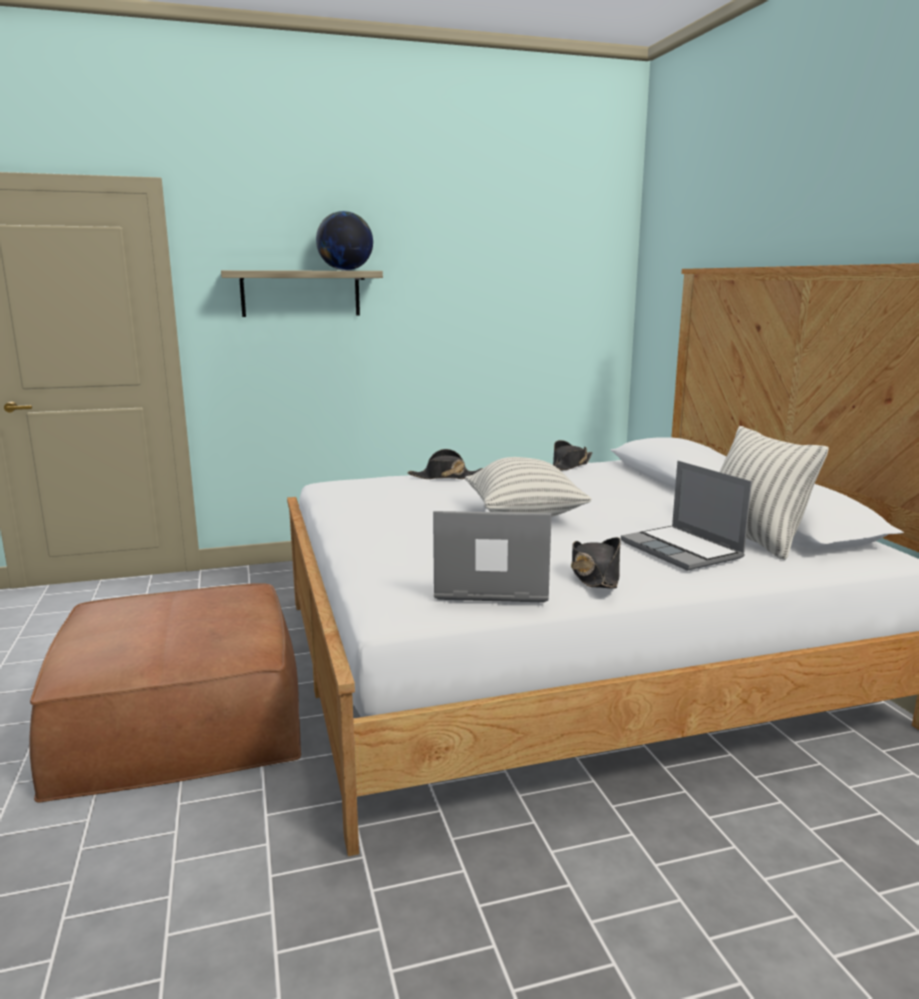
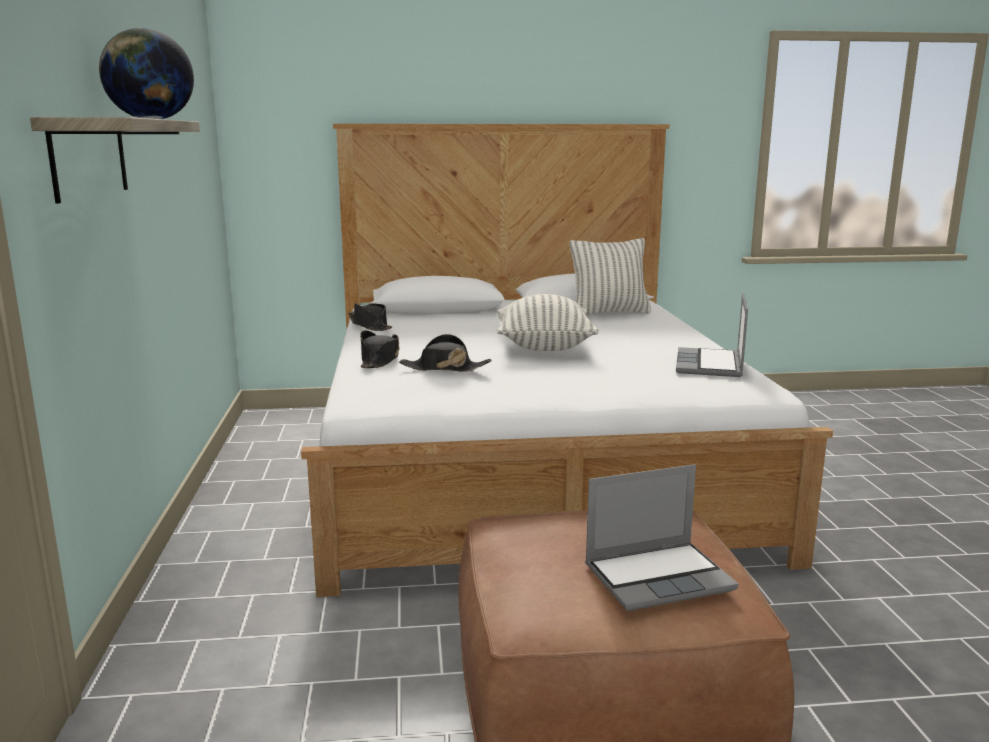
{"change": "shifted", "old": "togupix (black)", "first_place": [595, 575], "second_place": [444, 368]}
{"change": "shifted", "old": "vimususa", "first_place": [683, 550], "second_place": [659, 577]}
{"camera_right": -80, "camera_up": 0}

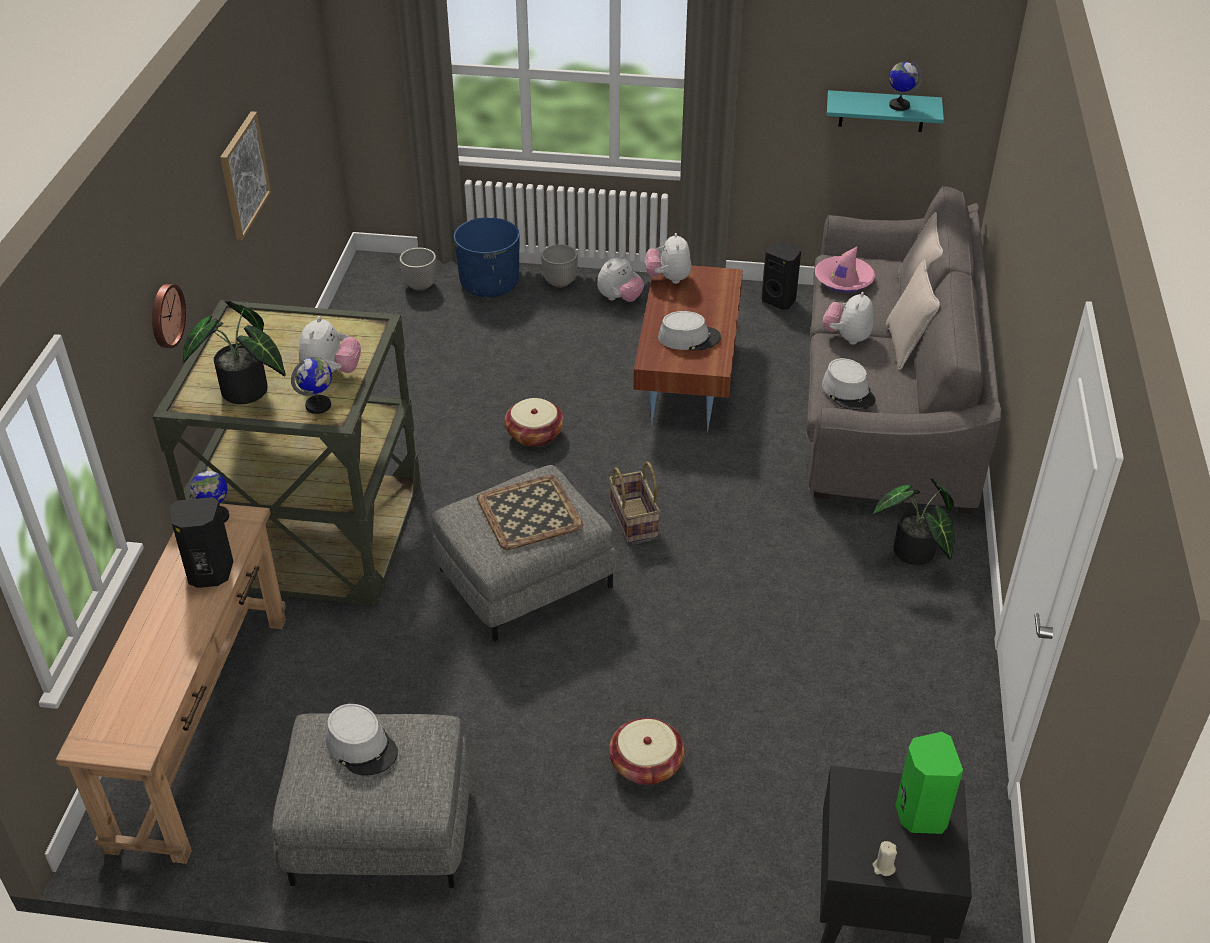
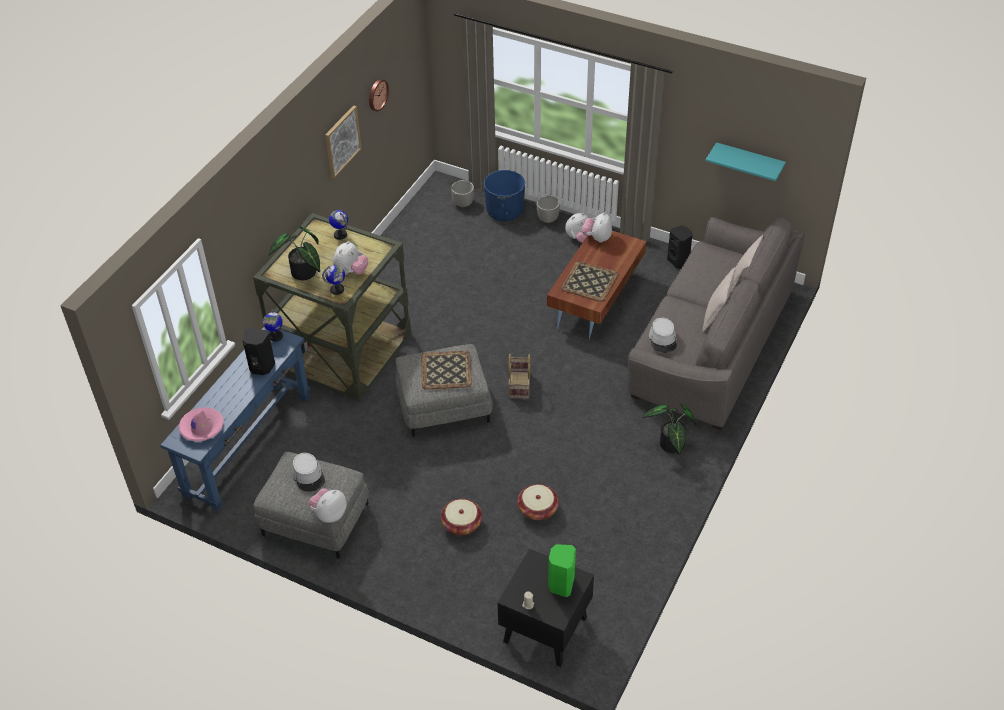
{"change": "repainted", "old": "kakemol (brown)", "new": "kakemol (blue)", "first_place": [202, 727], "second_place": [248, 444]}
{"change": "shifted", "old": "togupix (pink)", "first_place": [843, 280], "second_place": [202, 428]}
{"change": "shifted", "old": "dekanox", "first_place": [847, 337], "second_place": [329, 514]}
{"change": "shifted", "old": "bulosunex", "first_place": [899, 105], "second_place": [340, 235]}
{"change": "shifted", "old": "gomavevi", "first_place": [165, 315], "second_place": [377, 94]}
{"change": "shifted", "old": "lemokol", "first_place": [534, 434], "second_place": [537, 509]}
{"change": "swapped", "old": "togupix (grey)", "new": "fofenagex", "first_place": [689, 338], "second_place": [589, 281]}
{"camera_right": 20, "camera_up": 5}

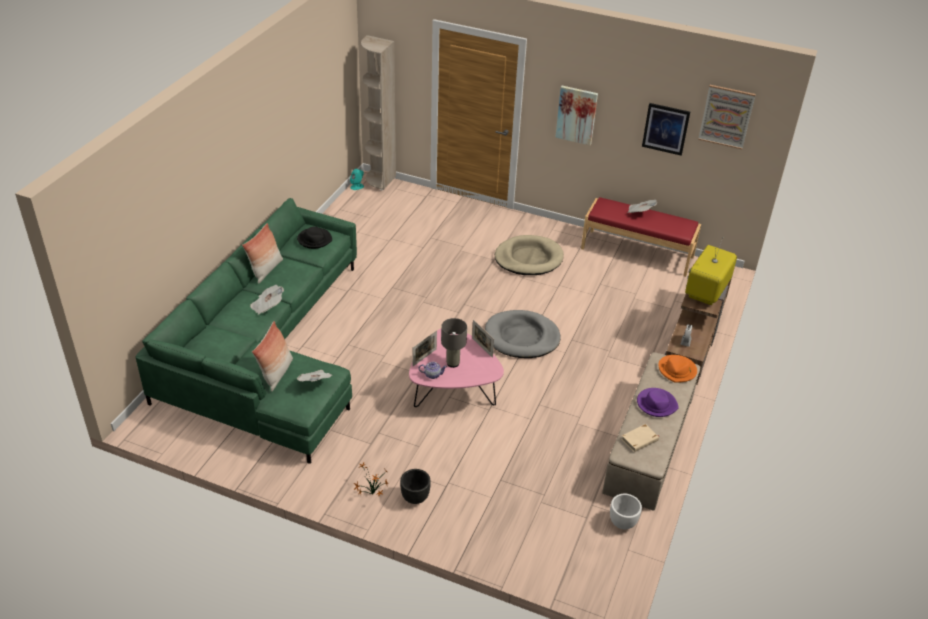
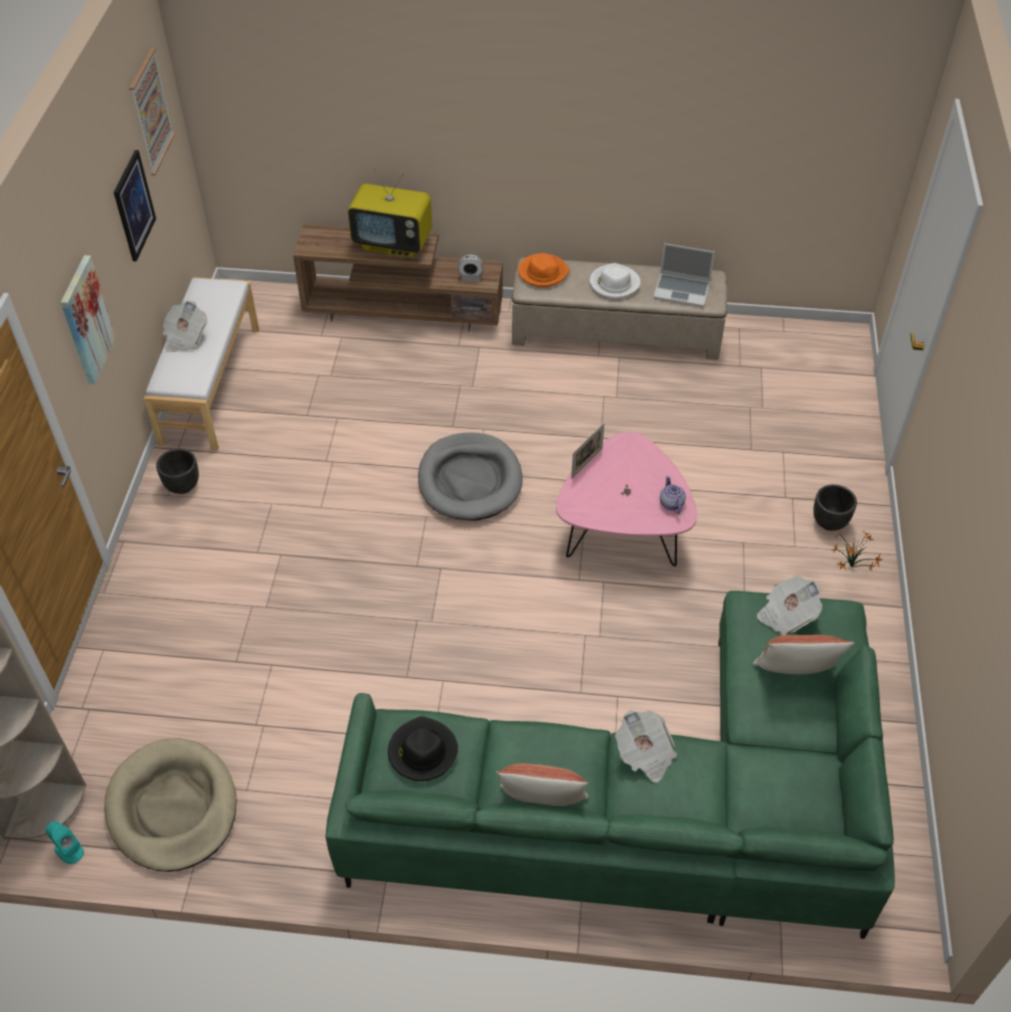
{"change": "shifted", "old": "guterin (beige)", "first_place": [528, 258], "second_place": [172, 808]}
{"change": "repainted", "old": "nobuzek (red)", "new": "nobuzek (white)", "first_place": [637, 252], "second_place": [209, 385]}
{"change": "new", "new": "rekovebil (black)", "second_place": [182, 486]}
{"change": "repainted", "old": "togupix (purple)", "new": "togupix (white)", "first_place": [656, 404], "second_place": [614, 284]}
{"change": "swapped", "old": "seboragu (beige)", "new": "vimususa", "first_place": [640, 440], "second_place": [682, 290]}
{"change": "gone", "old": "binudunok", "first_place": [424, 357]}
{"change": "gone", "old": "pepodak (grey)", "first_place": [453, 363]}
{"change": "gone", "old": "rekovebil (white)", "first_place": [622, 523]}
{"camera_right": -105, "camera_up": 10}

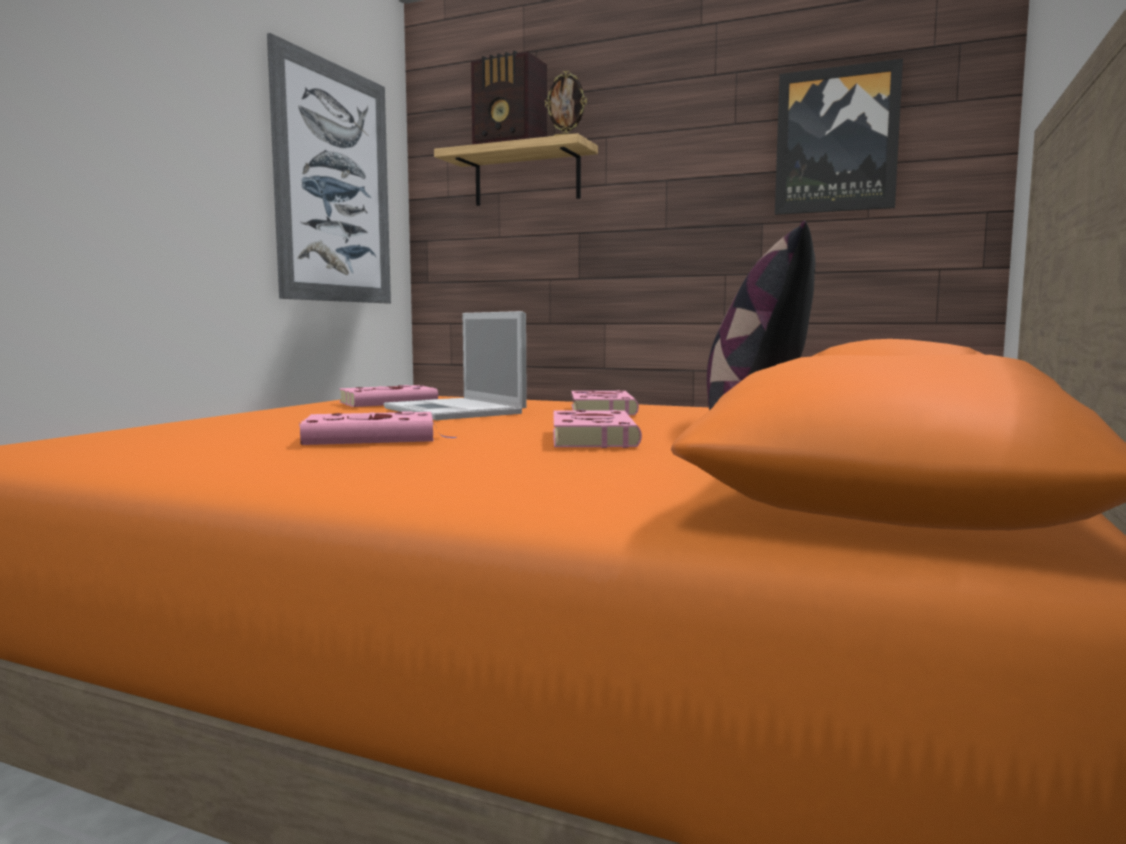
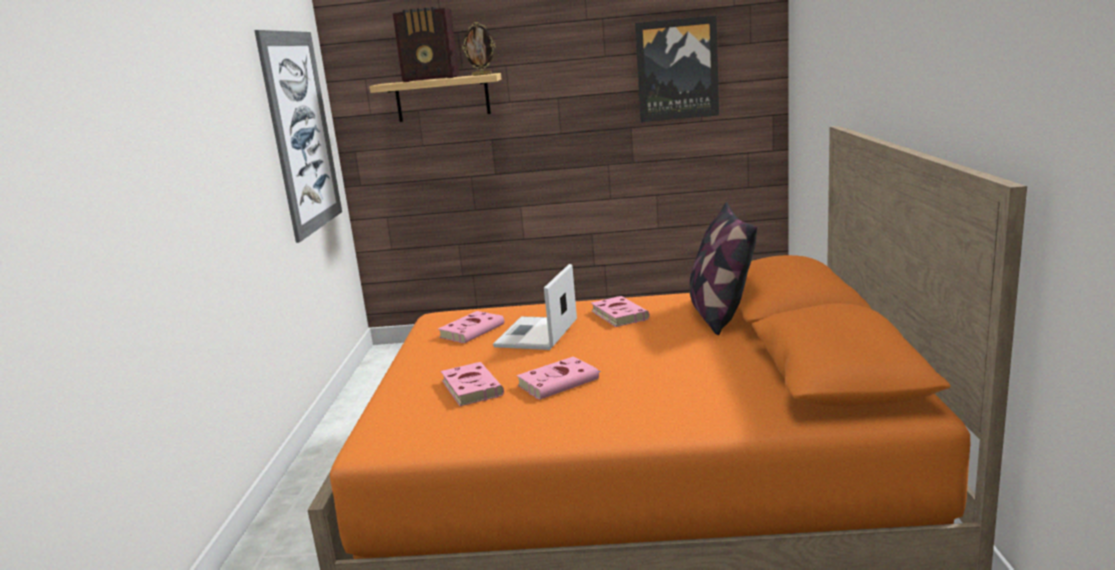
{"change": "shifted", "old": "seboragu (pink)", "first_place": [592, 438], "second_place": [470, 387]}
{"change": "rotated", "old": "vimususa", "first_place": [455, 411], "second_place": [536, 334], "degrees": 75}
{"camera_right": -20, "camera_up": 10}

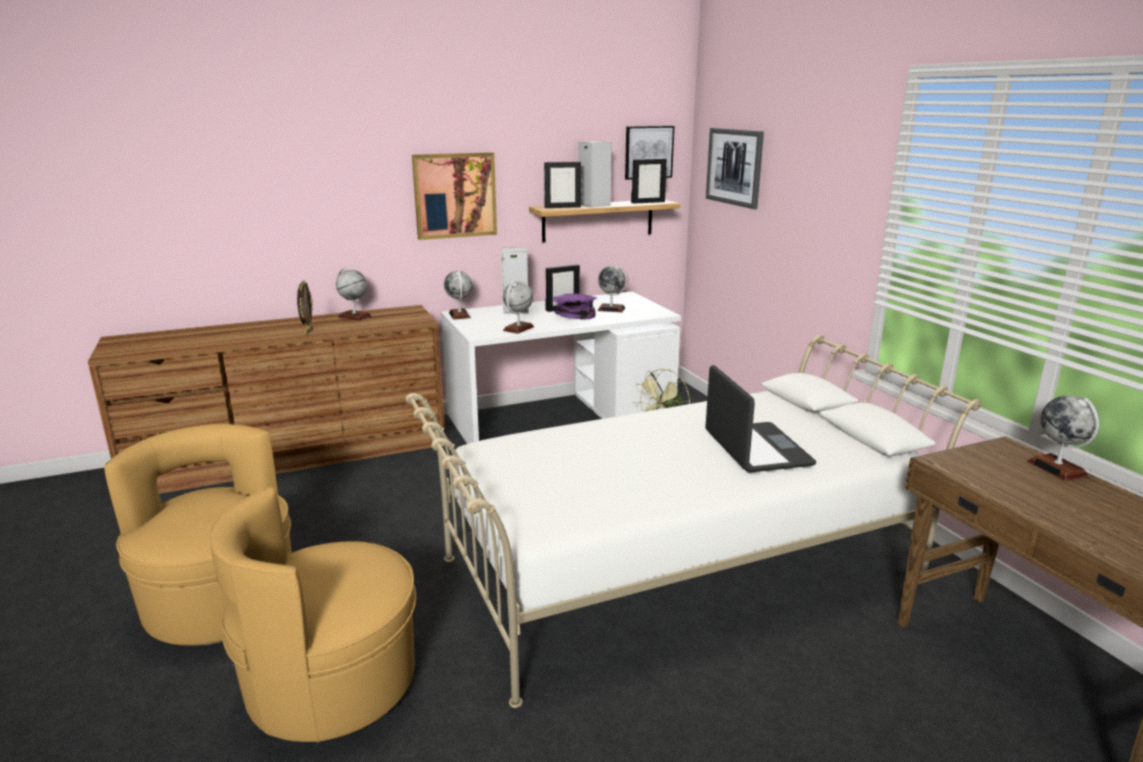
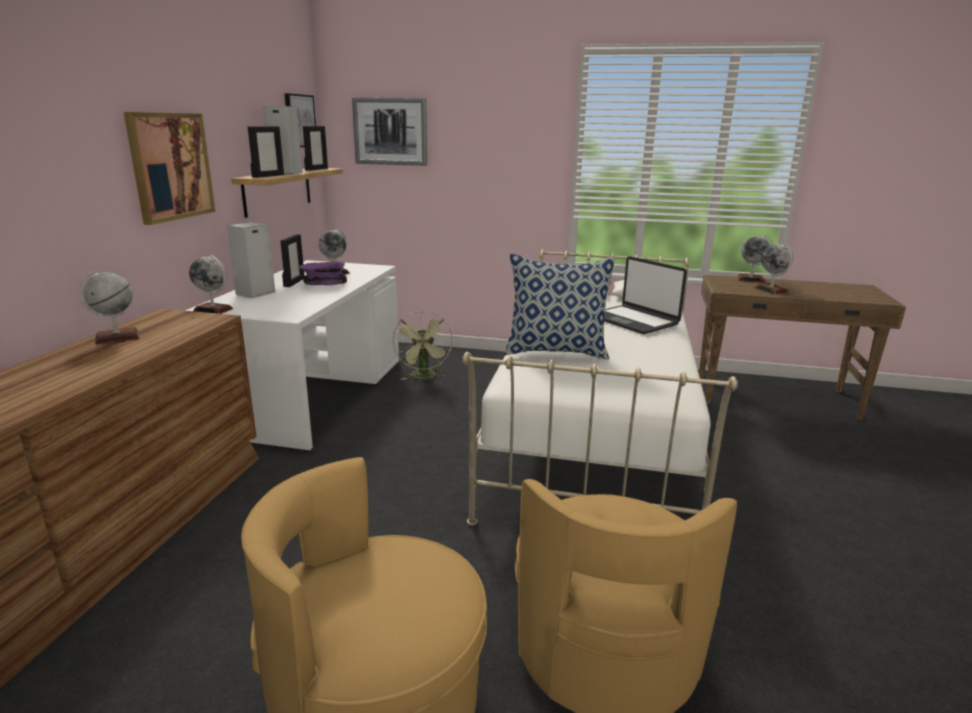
{"change": "new", "new": "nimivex", "second_place": [556, 351]}
{"change": "rotated", "old": "vimususa", "first_place": [756, 449], "second_place": [634, 320], "degrees": -150}
{"change": "shifted", "old": "bulosunex", "first_place": [518, 328], "second_place": [771, 290]}
{"change": "gone", "old": "binudunok", "first_place": [308, 332]}
{"camera_right": -55, "camera_up": 0}

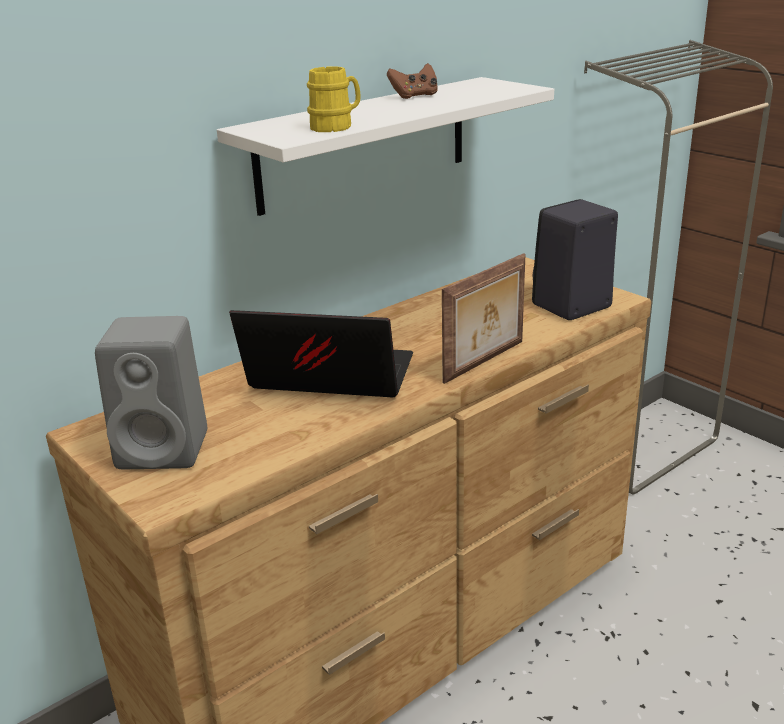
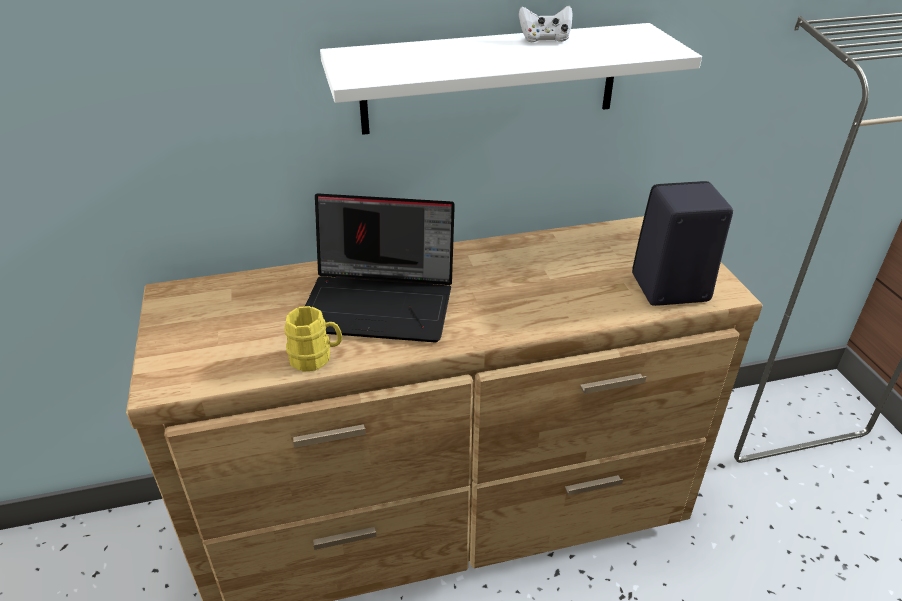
{"change": "shifted", "old": "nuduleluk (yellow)", "first_place": [336, 126], "second_place": [316, 358]}
{"change": "rotated", "old": "vimususa", "first_place": [327, 379], "second_place": [381, 302], "degrees": 150}
{"change": "repainted", "old": "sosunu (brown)", "new": "sosunu (white)", "first_place": [414, 96], "second_place": [545, 39]}
{"change": "gone", "old": "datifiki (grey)", "first_place": [166, 449]}
{"change": "gone", "old": "binudunok", "first_place": [485, 362]}
{"camera_right": 25, "camera_up": 10}

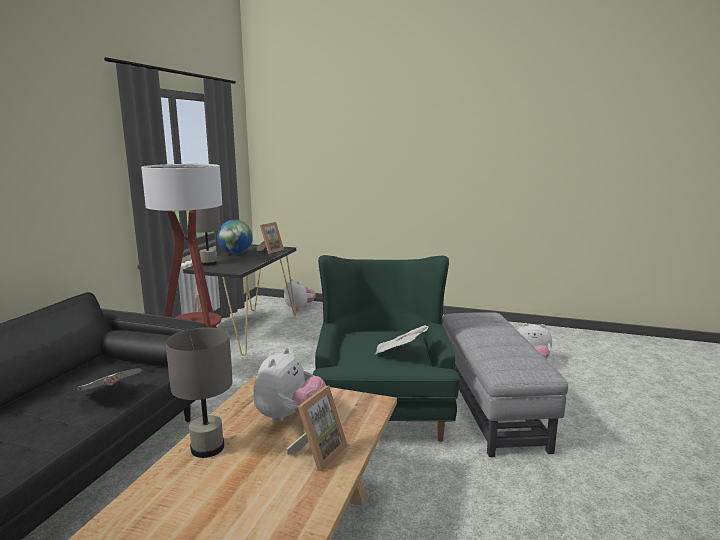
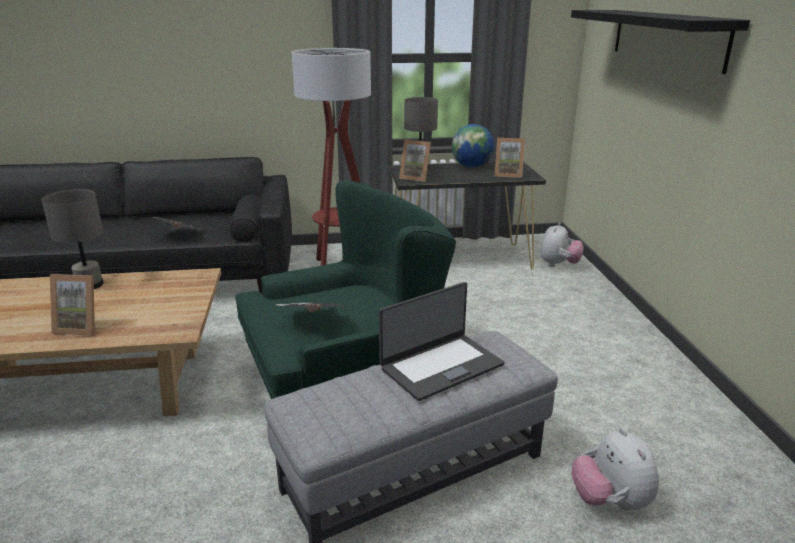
{"change": "new", "new": "vimususa", "second_place": [440, 366]}
{"change": "new", "new": "binudunok", "second_place": [416, 178]}
{"change": "new", "new": "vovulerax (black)", "second_place": [666, 37]}
{"change": "gone", "old": "dekanox", "first_place": [289, 417]}
{"camera_right": 65, "camera_up": 10}

